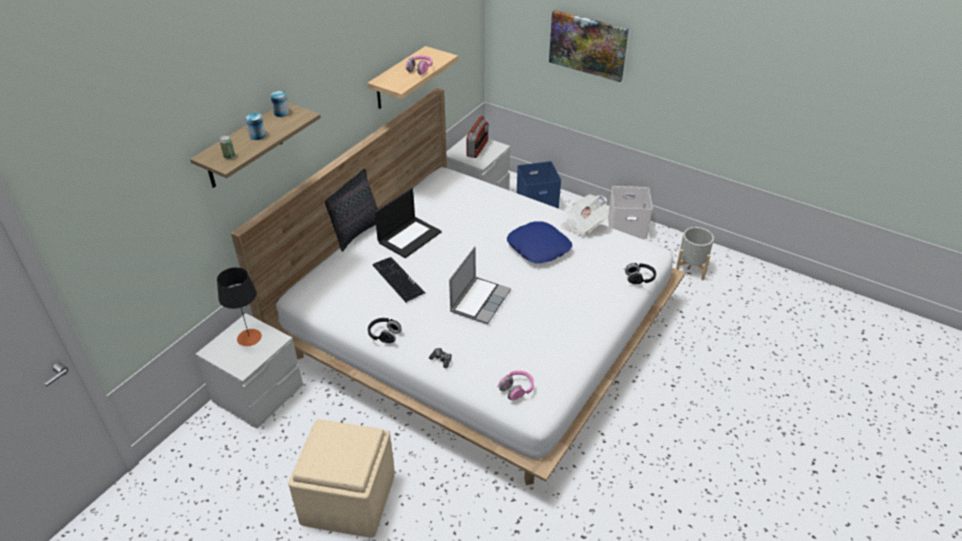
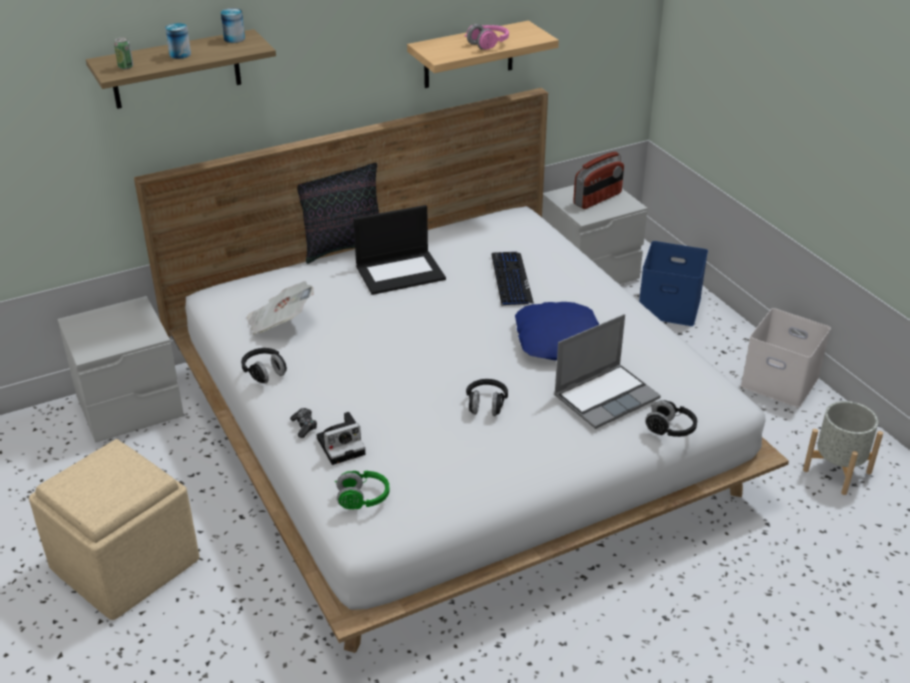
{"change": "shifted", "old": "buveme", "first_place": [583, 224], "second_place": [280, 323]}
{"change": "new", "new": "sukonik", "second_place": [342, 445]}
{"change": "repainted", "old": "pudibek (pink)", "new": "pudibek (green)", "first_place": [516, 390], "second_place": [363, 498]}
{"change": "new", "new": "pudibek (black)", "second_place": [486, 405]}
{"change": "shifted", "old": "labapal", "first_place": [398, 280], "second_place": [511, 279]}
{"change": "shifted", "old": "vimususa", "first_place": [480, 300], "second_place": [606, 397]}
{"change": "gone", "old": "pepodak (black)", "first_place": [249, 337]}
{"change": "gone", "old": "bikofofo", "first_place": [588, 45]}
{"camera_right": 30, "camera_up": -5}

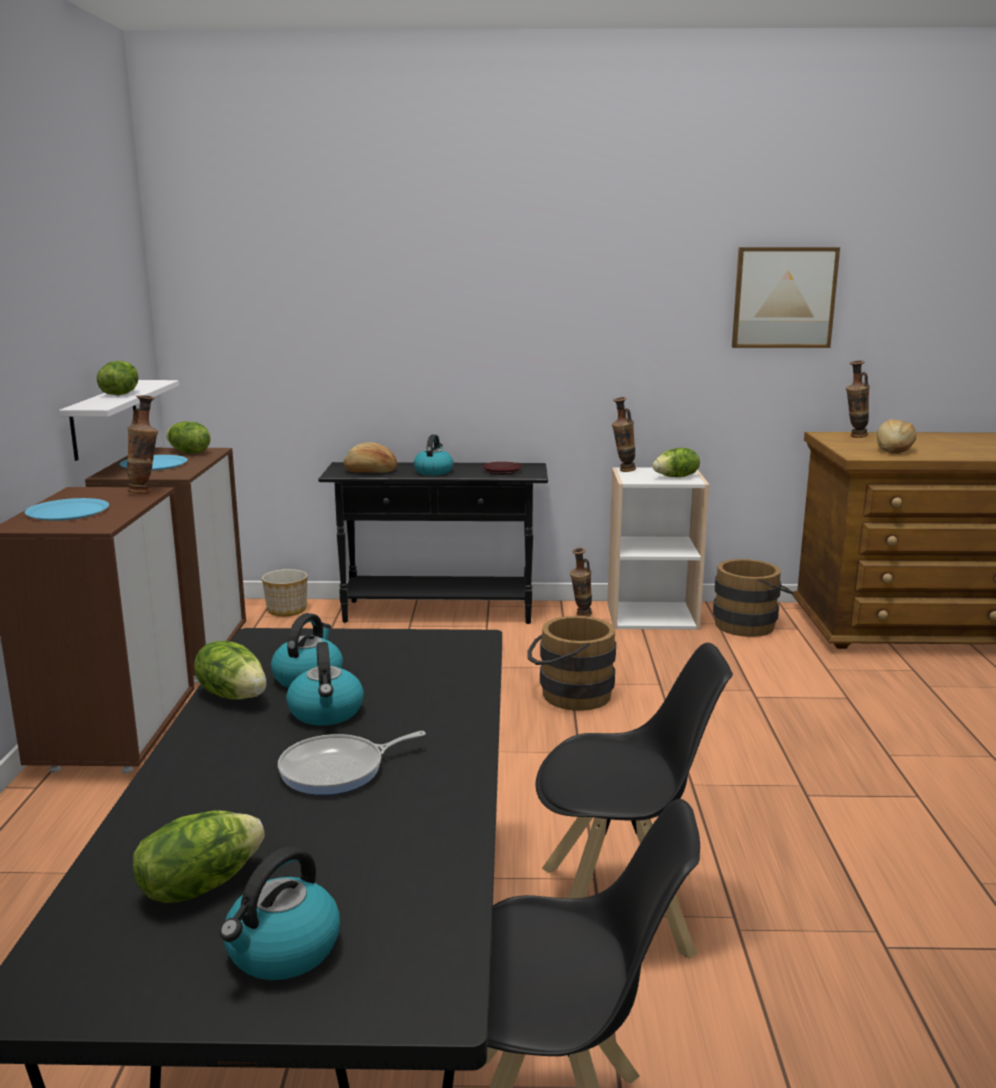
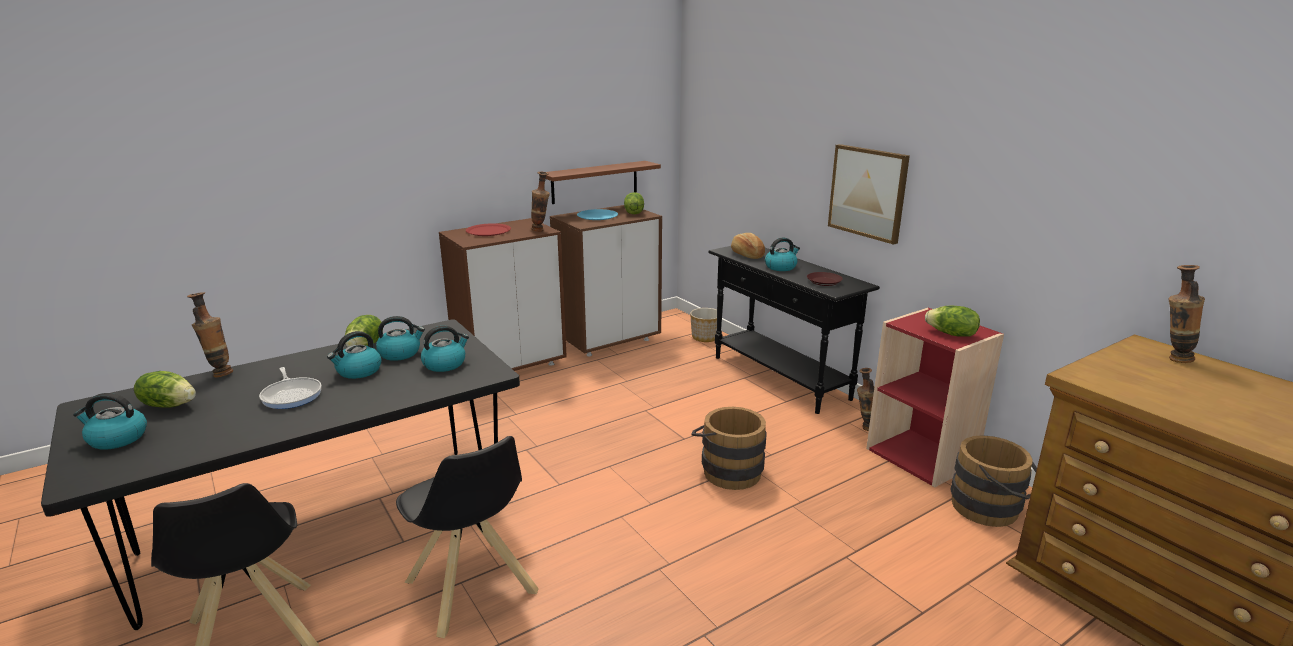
{"change": "shifted", "old": "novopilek", "first_place": [622, 471], "second_place": [220, 373]}
{"change": "rotated", "old": "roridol", "first_place": [338, 770], "second_place": [292, 395], "degrees": -150}
{"change": "new", "new": "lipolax", "second_place": [445, 364]}
{"change": "repainted", "old": "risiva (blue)", "new": "risiva (red)", "first_place": [67, 511], "second_place": [488, 231]}
{"change": "repainted", "old": "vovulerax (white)", "new": "vovulerax (brown)", "first_place": [105, 418], "second_place": [595, 182]}
{"change": "shifted", "old": "bikofofo", "first_place": [783, 298], "second_place": [868, 192]}
{"change": "repainted", "old": "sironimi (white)", "new": "sironimi (red)", "first_place": [653, 615], "second_place": [922, 456]}
{"change": "gone", "old": "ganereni", "first_place": [120, 394]}
{"change": "gone", "old": "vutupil", "first_place": [892, 450]}
{"camera_right": 55, "camera_up": 5}

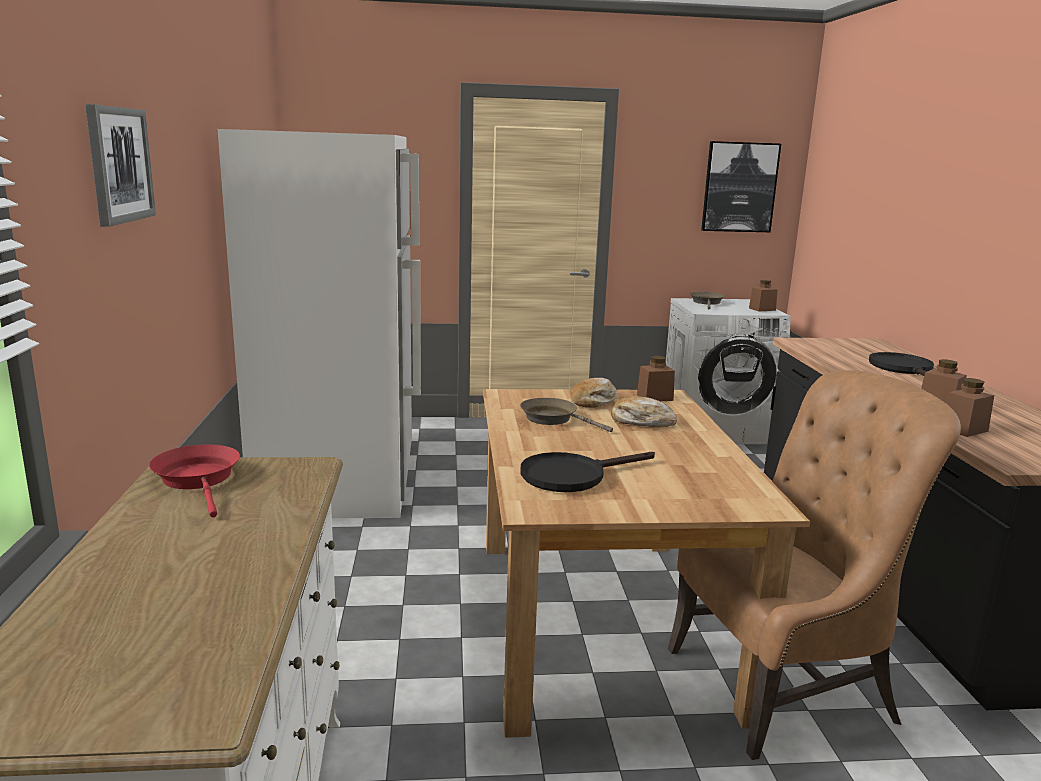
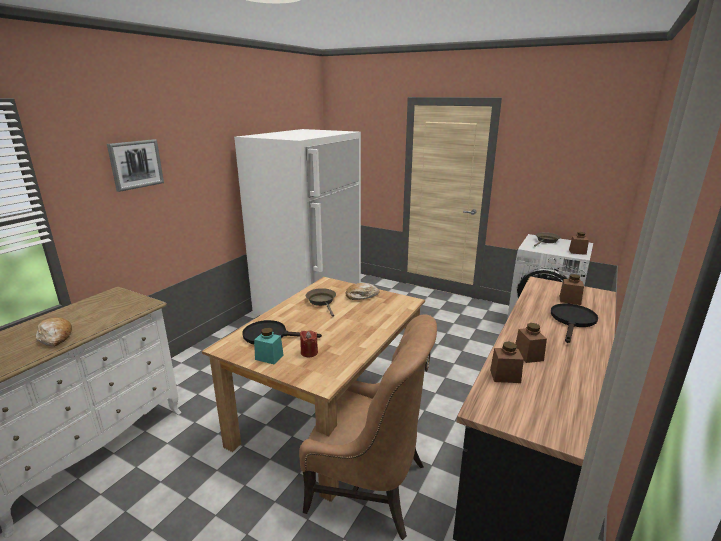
{"change": "shifted", "old": "vutupil", "first_place": [641, 421], "second_place": [56, 337]}
{"change": "new", "new": "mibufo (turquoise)", "second_place": [269, 357]}
{"change": "new", "new": "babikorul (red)", "second_place": [309, 352]}
{"change": "shifted", "old": "mibufo (brown)", "first_place": [654, 397], "second_place": [570, 300]}
{"change": "gone", "old": "roridol (red)", "first_place": [199, 479]}
{"change": "gone", "old": "bikofofo", "first_place": [739, 187]}
{"camera_right": 35, "camera_up": 5}

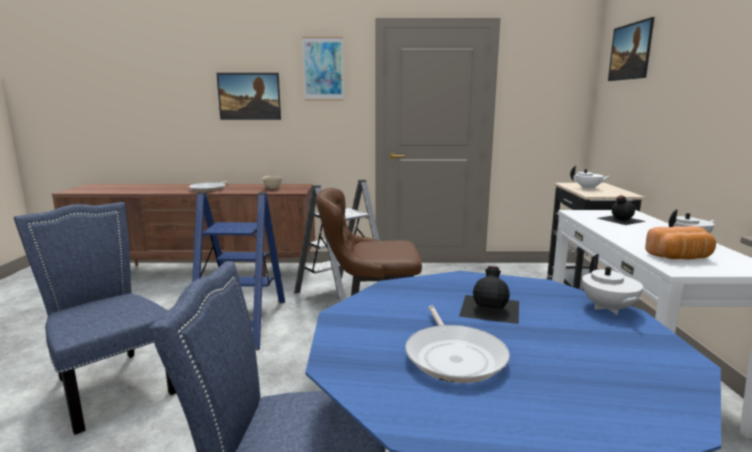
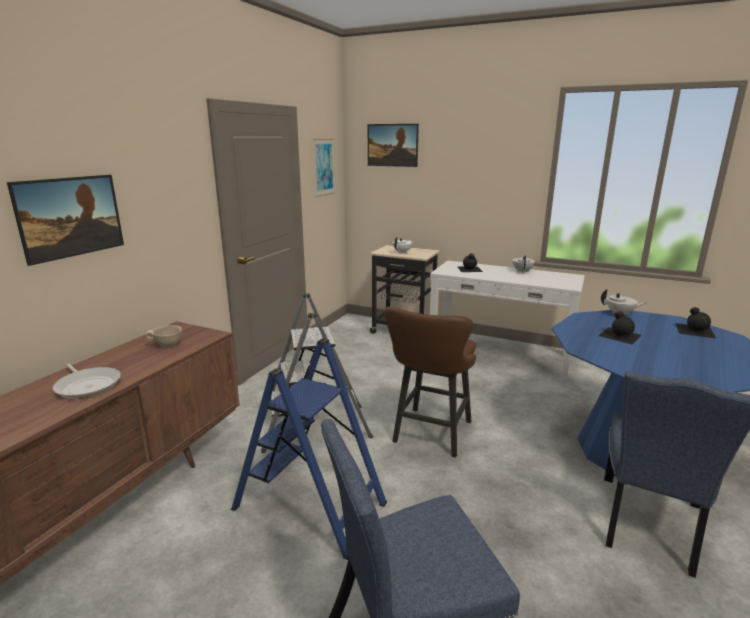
{"change": "shifted", "old": "bikofofo", "first_place": [323, 69], "second_place": [323, 167]}
{"change": "new", "new": "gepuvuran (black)", "second_place": [694, 330]}
{"change": "gone", "old": "roridol", "first_place": [454, 356]}
{"change": "gone", "old": "vutupil", "first_place": [680, 257]}
{"camera_right": -65, "camera_up": 5}

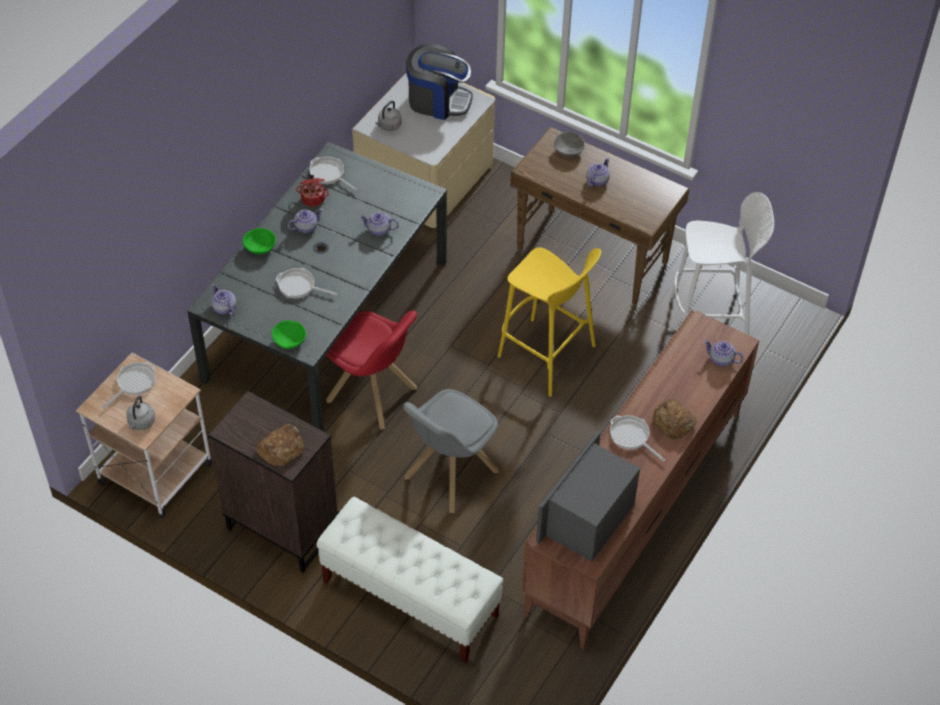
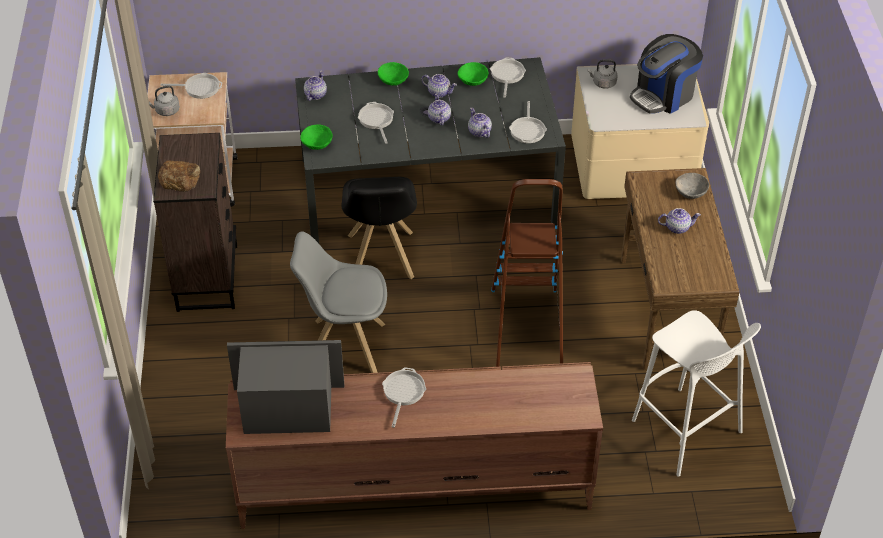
{"change": "repainted", "old": "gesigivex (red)", "new": "gesigivex (black)", "first_place": [373, 394], "second_place": [381, 257]}
{"change": "shifted", "old": "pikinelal", "first_place": [721, 359], "second_place": [438, 118]}
{"change": "swapped", "old": "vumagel", "new": "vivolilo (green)", "first_place": [313, 198], "second_place": [473, 80]}
{"change": "swapped", "old": "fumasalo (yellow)", "new": "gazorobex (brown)", "first_place": [546, 355], "second_place": [525, 340]}
{"change": "new", "new": "roridol", "second_place": [527, 130]}
{"change": "rotated", "old": "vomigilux", "first_place": [438, 101], "second_place": [663, 95], "degrees": 75}
{"change": "gone", "old": "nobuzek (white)", "first_place": [409, 599]}
{"change": "gone", "old": "vutupil", "first_place": [674, 421]}
{"camera_right": 55, "camera_up": -5}

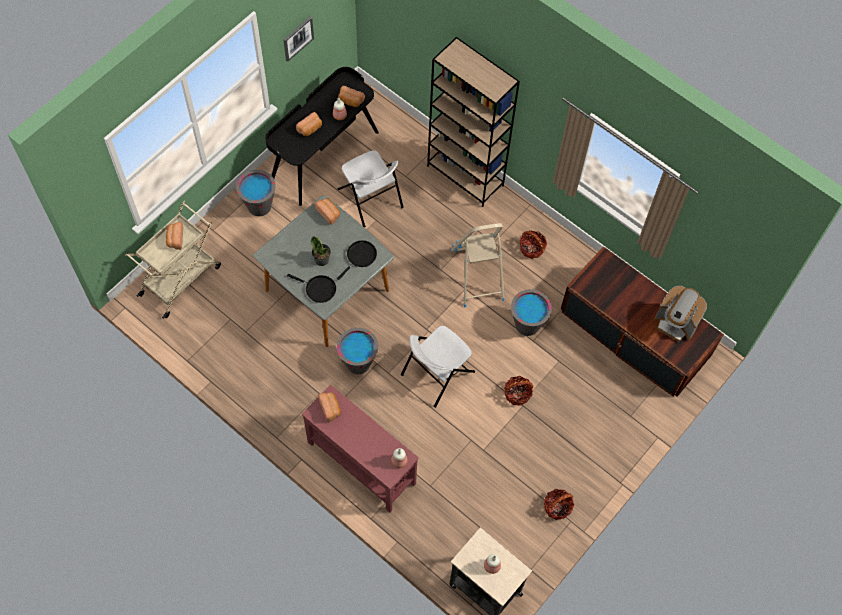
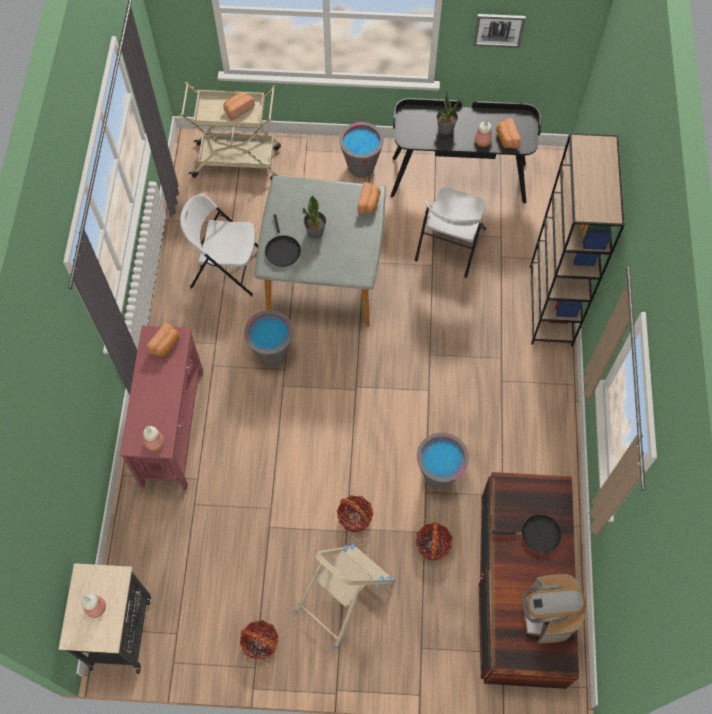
{"change": "shifted", "old": "gesigivex (white)", "first_place": [437, 373], "second_place": [226, 268]}
{"change": "shifted", "old": "gazorobex (beige)", "first_place": [477, 273], "second_place": [346, 595]}
{"change": "shifted", "old": "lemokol", "first_place": [531, 248], "second_place": [433, 545]}
{"change": "swapped", "old": "vutupil", "new": "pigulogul", "first_place": [310, 129], "second_place": [445, 129]}
{"change": "shifted", "old": "roridol (black)", "first_place": [360, 257], "second_place": [537, 534]}
{"camera_right": 55, "camera_up": 0}

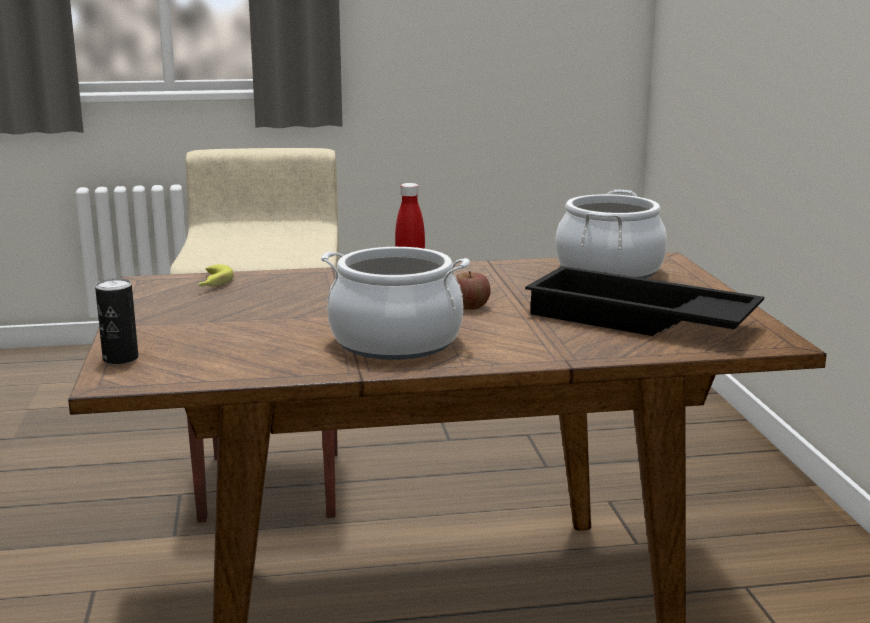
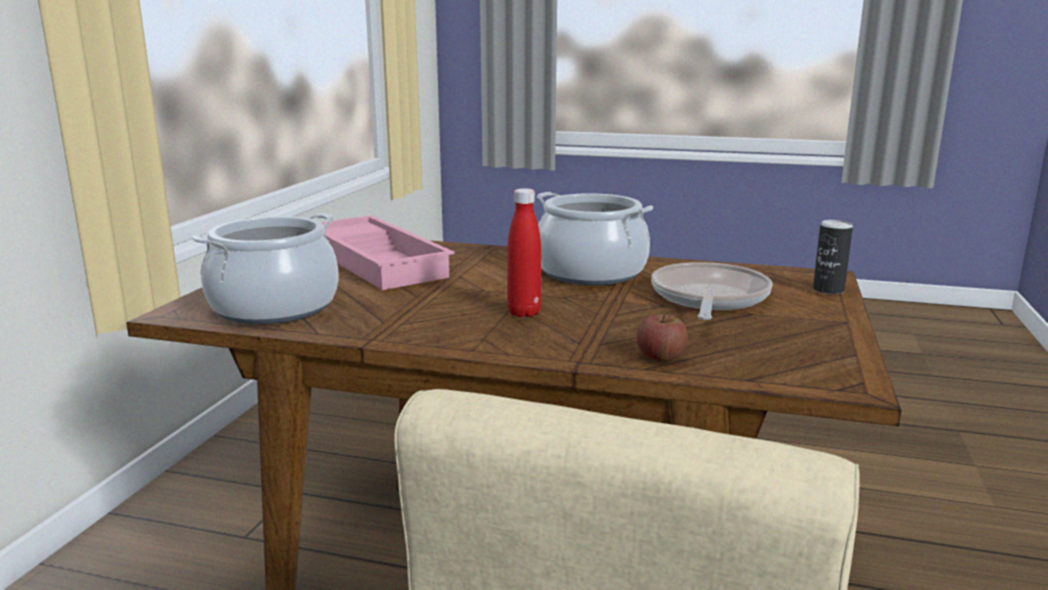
{"change": "repainted", "old": "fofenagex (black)", "new": "fofenagex (pink)", "first_place": [637, 320], "second_place": [379, 261]}
{"change": "shifted", "old": "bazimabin", "first_place": [470, 306], "second_place": [660, 357]}
{"change": "new", "new": "roridol", "second_place": [708, 298]}
{"change": "gone", "old": "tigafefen", "first_place": [212, 284]}
{"camera_right": -155, "camera_up": 0}

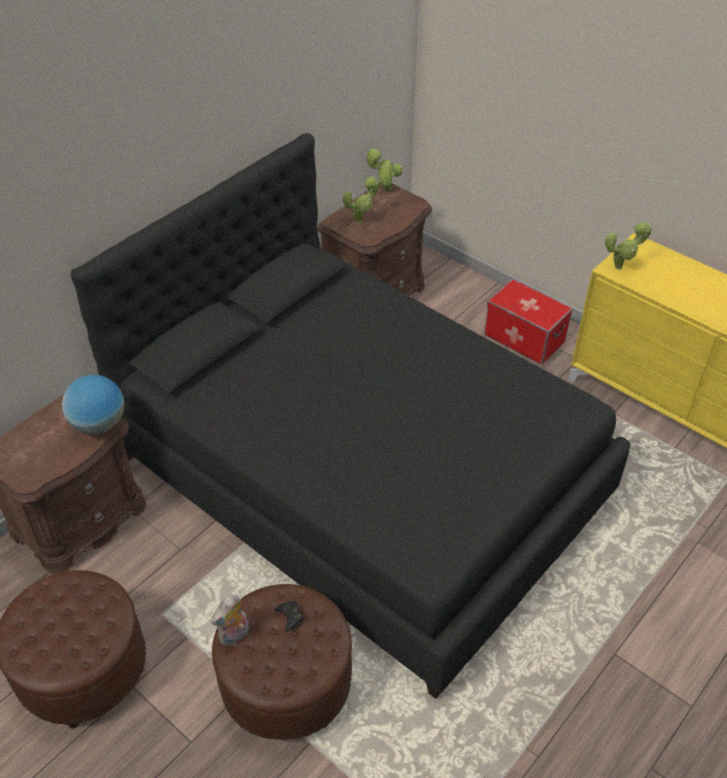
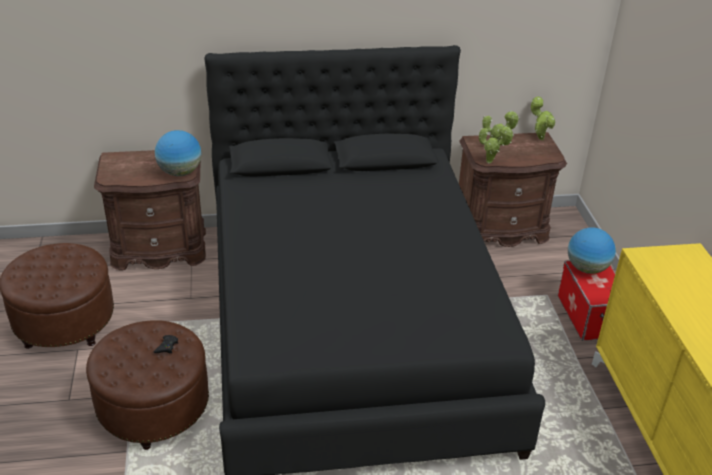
{"change": "shifted", "old": "pigulogul", "first_place": [621, 267], "second_place": [491, 162]}
{"change": "new", "new": "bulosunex", "second_place": [586, 268]}
{"change": "gone", "old": "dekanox", "first_place": [234, 635]}
{"camera_right": 40, "camera_up": -10}

